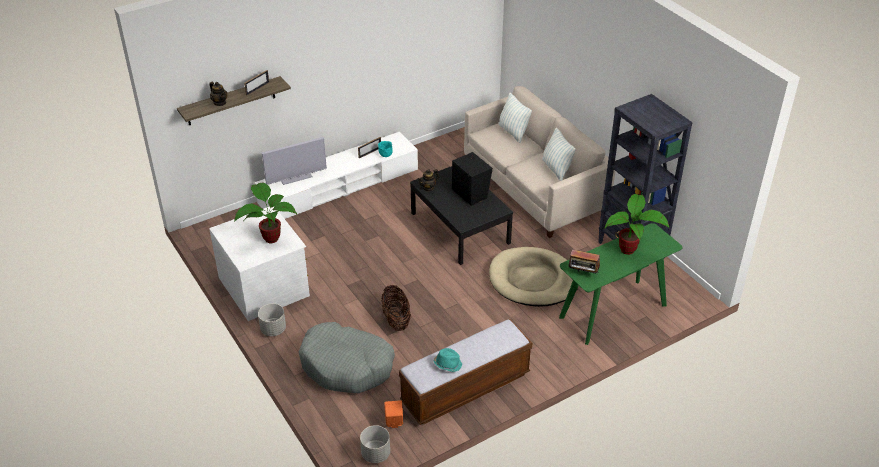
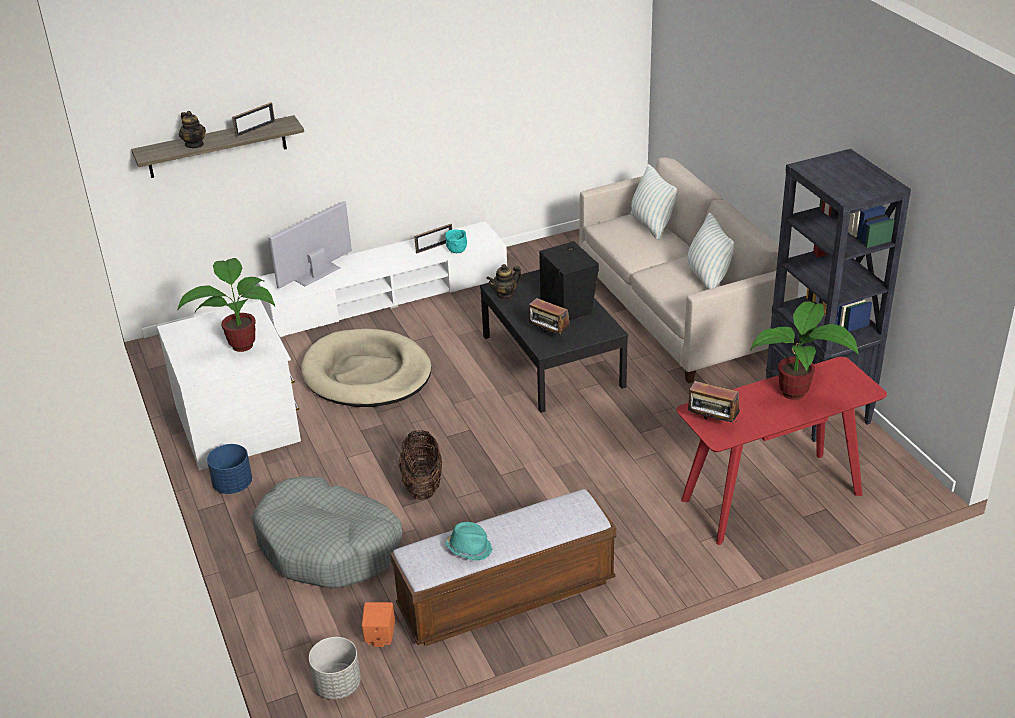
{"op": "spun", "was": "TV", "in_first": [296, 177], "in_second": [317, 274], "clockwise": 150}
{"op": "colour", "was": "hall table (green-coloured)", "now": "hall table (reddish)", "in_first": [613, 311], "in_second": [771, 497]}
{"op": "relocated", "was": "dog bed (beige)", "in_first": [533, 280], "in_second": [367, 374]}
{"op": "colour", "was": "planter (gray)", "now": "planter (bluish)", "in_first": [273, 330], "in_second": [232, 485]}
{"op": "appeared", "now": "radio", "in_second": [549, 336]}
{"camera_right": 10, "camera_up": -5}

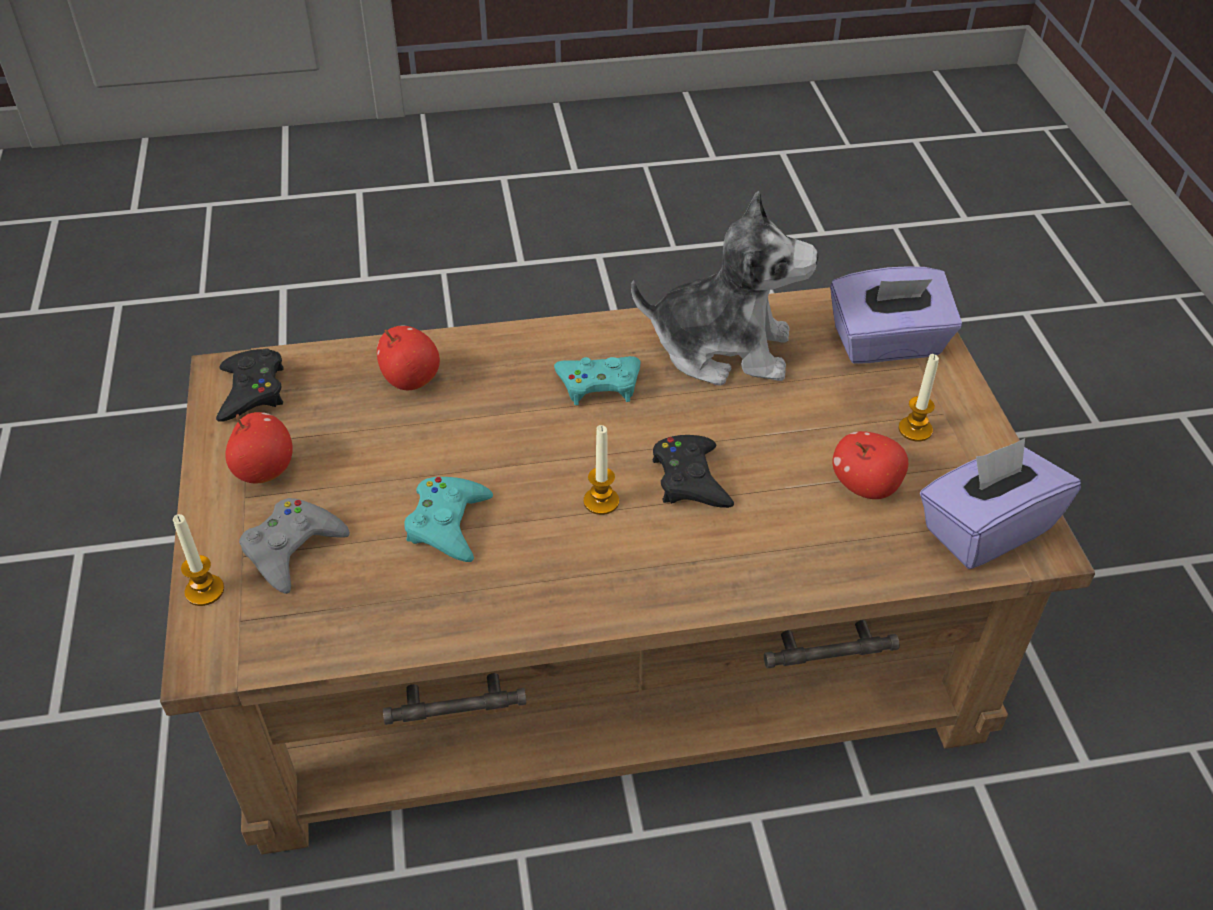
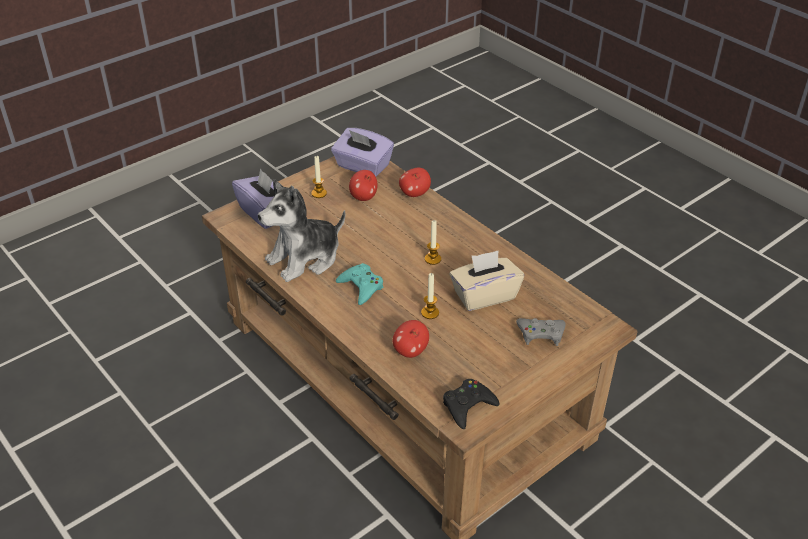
{"op": "spun", "was": "soft toy", "in_first": [722, 348], "in_second": [305, 259], "clockwise": -105}
{"op": "relocated", "was": "apple", "in_first": [264, 470], "in_second": [414, 193]}
{"op": "missing", "was": "game controller (blackish)", "in_first": [690, 479]}
{"op": "exchanged", "was": "game controller (blue-green)", "now": "box of tissues (beige)", "in_first": [448, 524], "in_second": [484, 295]}
{"op": "relocated", "was": "wax candle", "in_first": [204, 591], "in_second": [430, 313]}
{"camera_right": -120, "camera_up": -5}

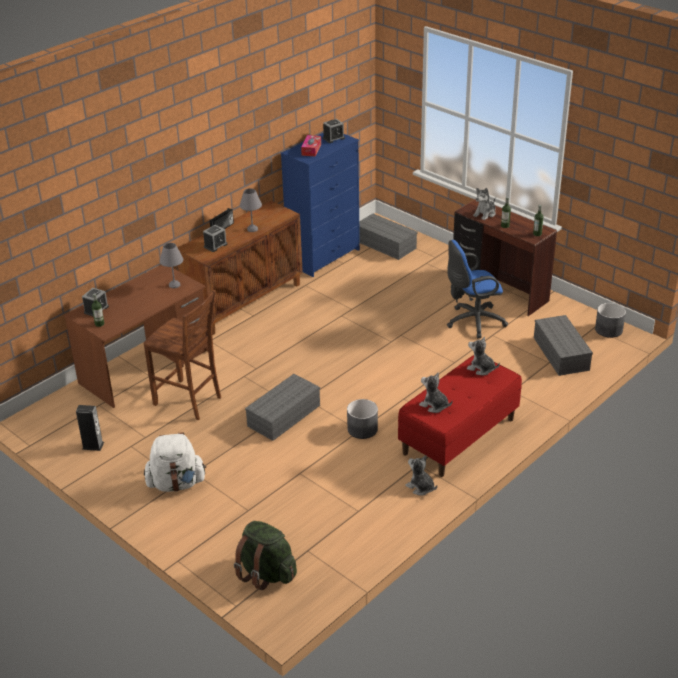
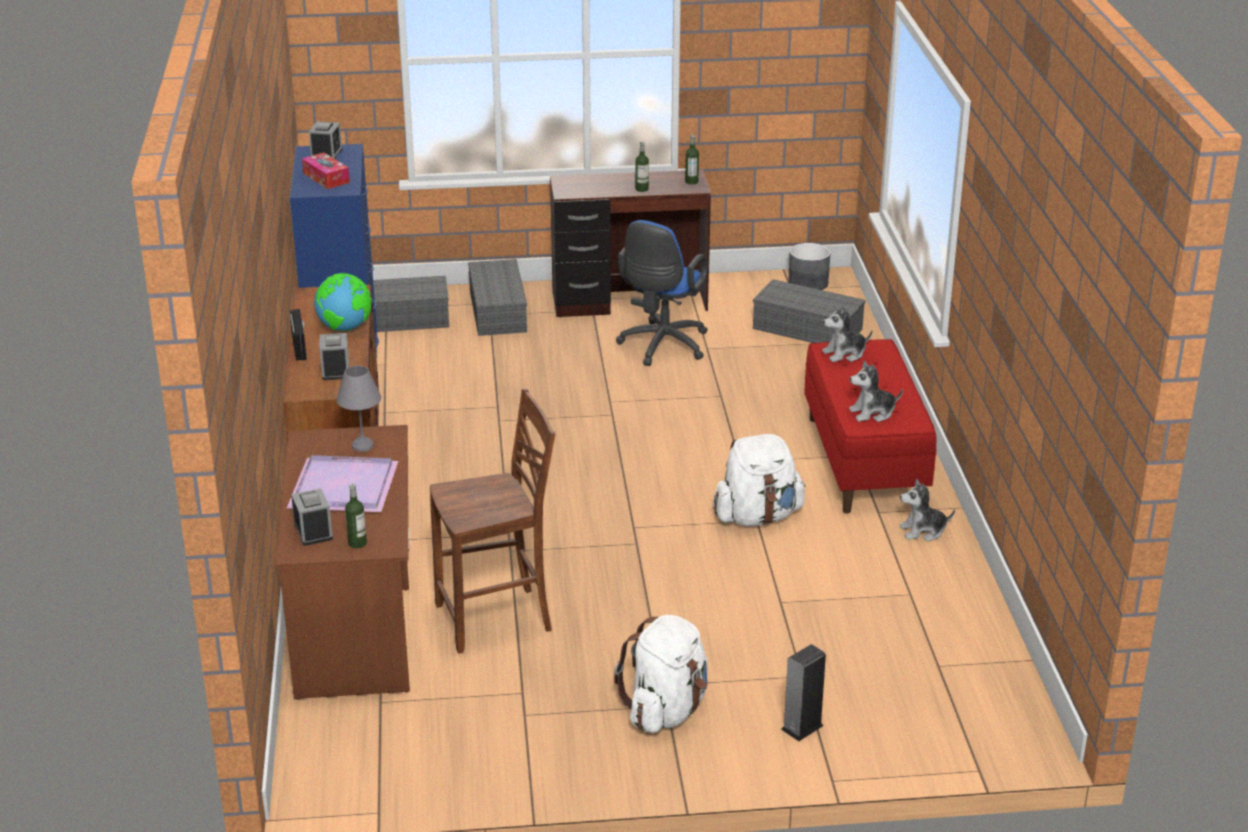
{"op": "exchanged", "was": "tabletop lamp (gray)", "now": "world globe", "in_first": [253, 229], "in_second": [345, 328]}
{"op": "missing", "was": "soft toy", "in_first": [485, 214]}
{"op": "relocated", "was": "storage box (gray)", "in_first": [284, 415], "in_second": [496, 310]}
{"op": "exchanged", "was": "planter (gray)", "now": "knapsack (whitish)", "in_first": [362, 429], "in_second": [757, 516]}
{"op": "relocated", "was": "speaker", "in_first": [93, 445], "in_second": [802, 727]}
{"op": "missing", "was": "knapsack (green-coloured)", "in_first": [266, 573]}
{"op": "appeared", "now": "tray (purple)", "in_second": [345, 489]}
{"camera_right": -50, "camera_up": -5}

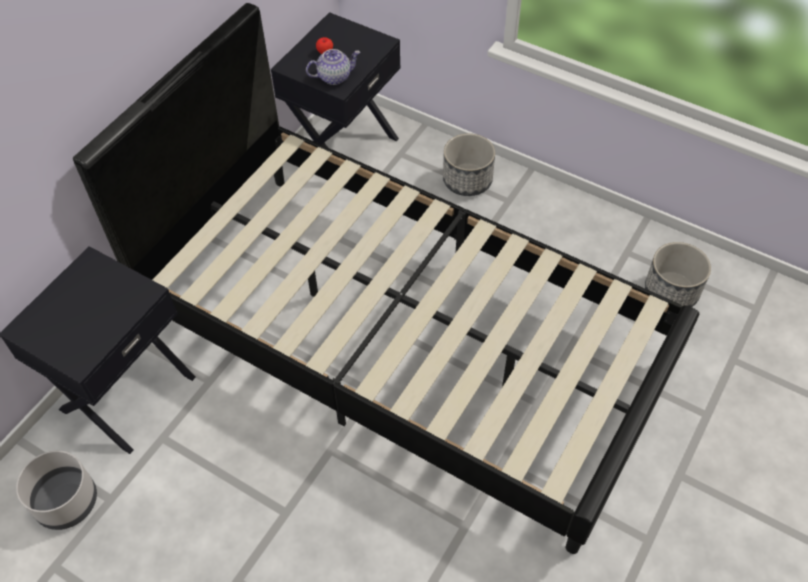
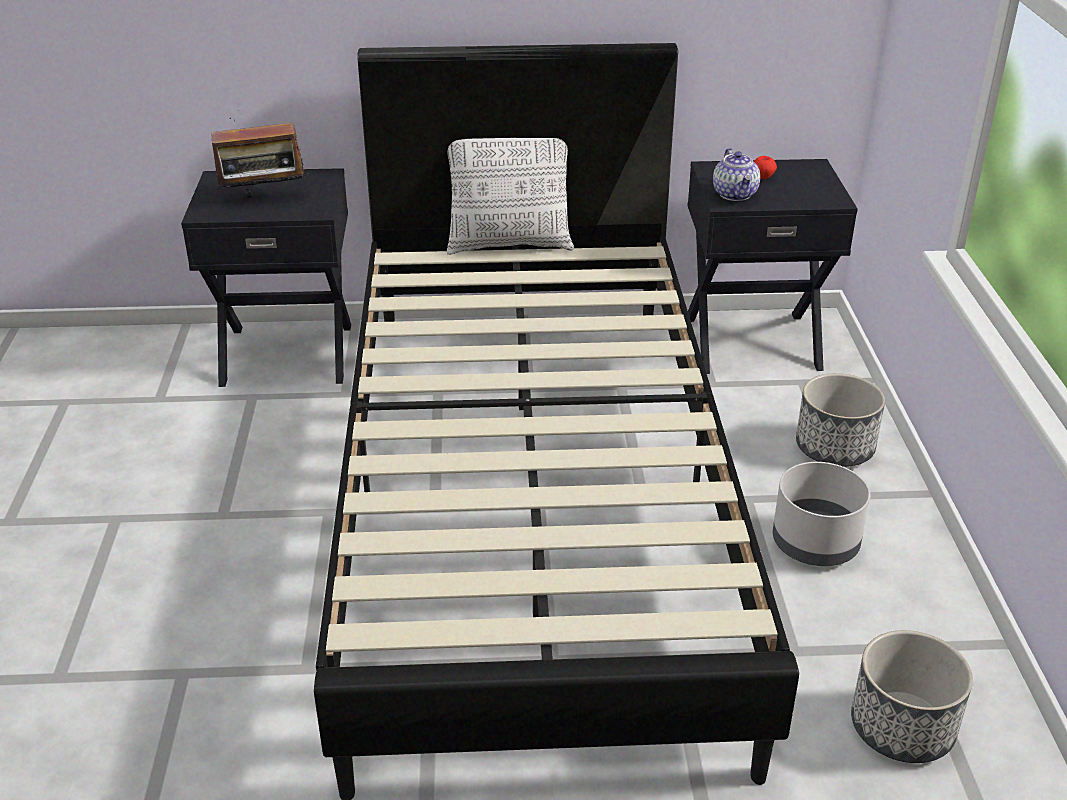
{"op": "spun", "was": "tea pot", "in_first": [334, 77], "in_second": [735, 194], "clockwise": 45}
{"op": "relocated", "was": "planter (gray)", "in_first": [66, 501], "in_second": [815, 543]}
{"op": "appeared", "now": "radio", "in_second": [264, 199]}
{"op": "appeared", "now": "cushion", "in_second": [509, 244]}
{"camera_right": 55, "camera_up": -20}

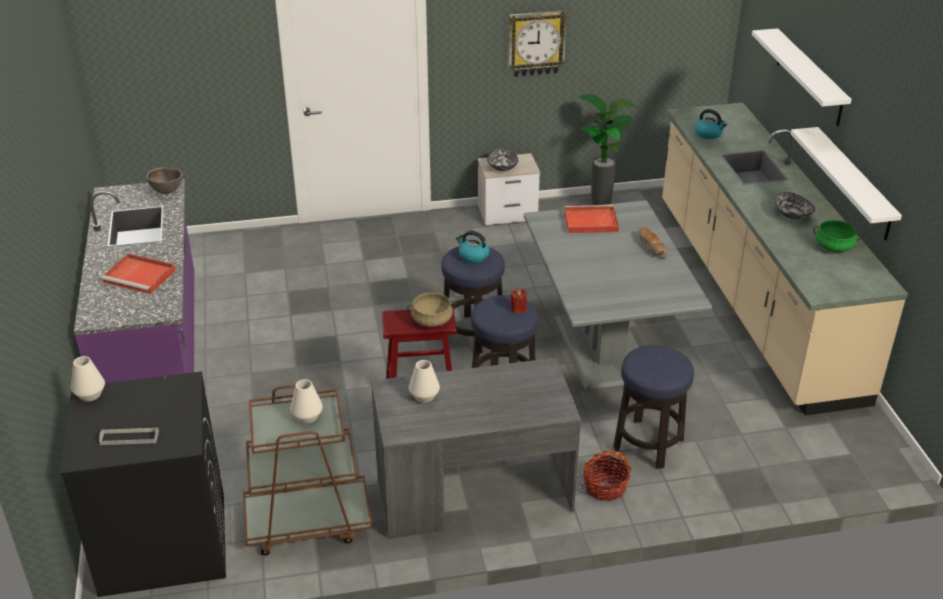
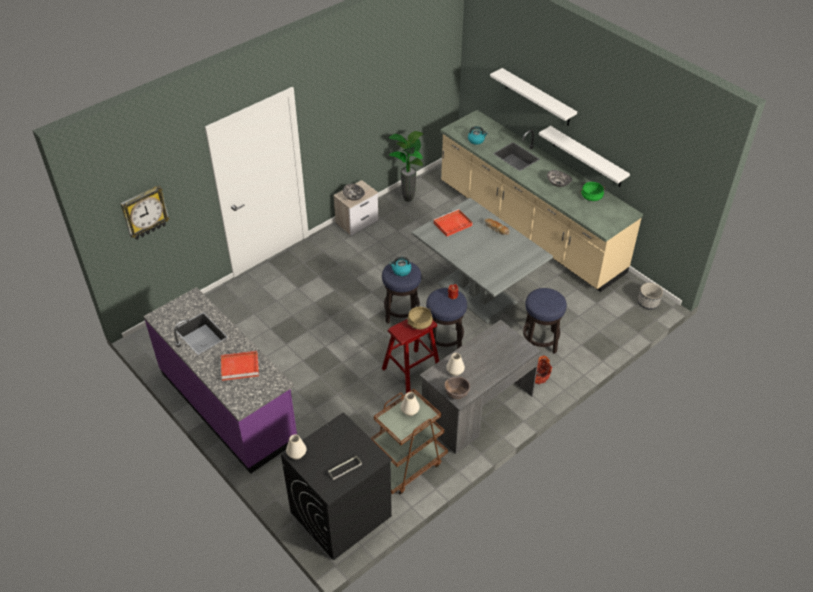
{"op": "relocated", "was": "hanging clock", "in_first": [536, 43], "in_second": [144, 212]}
{"op": "relocated", "was": "serving bowl (brownish)", "in_first": [167, 192], "in_second": [456, 395]}
{"op": "appeared", "now": "planter", "in_second": [648, 303]}
{"camera_right": -30, "camera_up": 10}

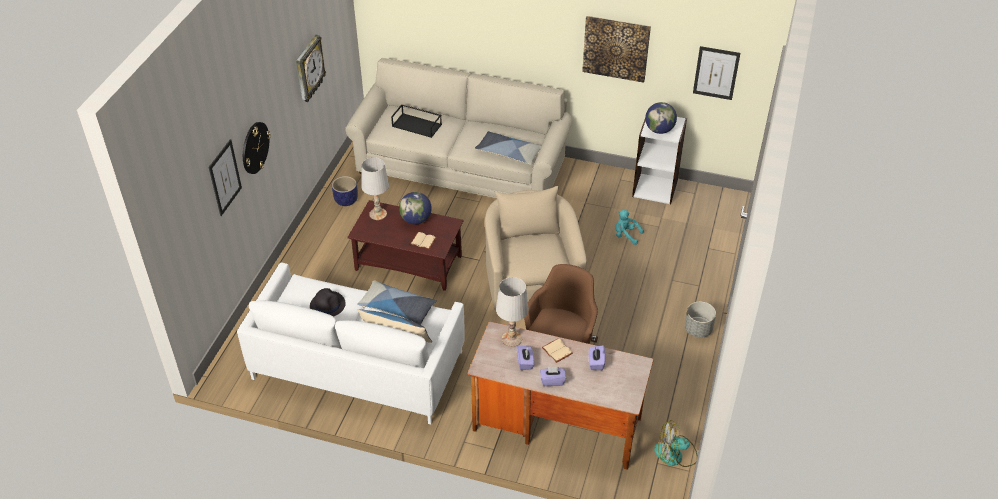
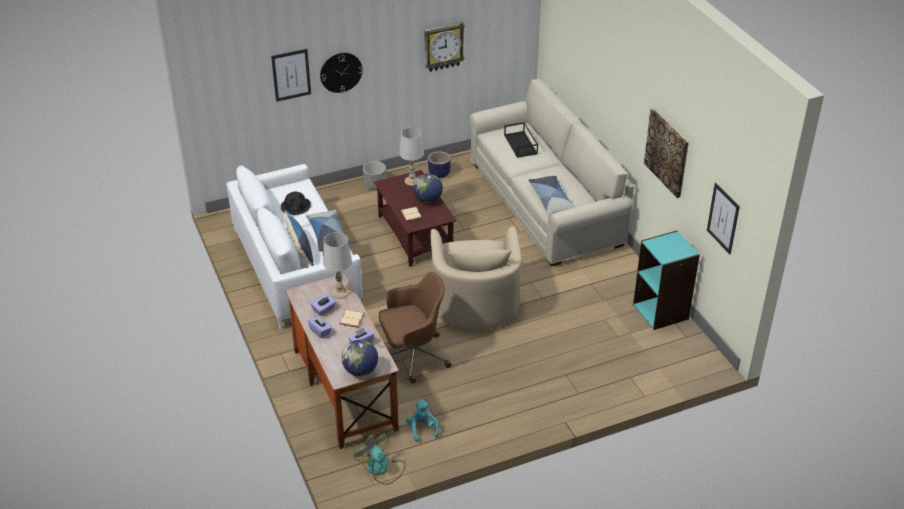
{"op": "relocated", "was": "world globe", "in_first": [659, 130], "in_second": [360, 370]}
{"op": "colour", "was": "bookshelf (whitish)", "now": "bookshelf (blue-green)", "in_first": [655, 188], "in_second": [661, 311]}
{"op": "spun", "was": "armchair (beige)", "in_first": [532, 277], "in_second": [475, 299], "clockwise": 135}
{"op": "relocated", "was": "soft toy (blue-green)", "in_first": [626, 235], "in_second": [422, 429]}
{"op": "relocated", "was": "planter (gray)", "in_first": [698, 329], "in_second": [375, 185]}
{"camera_right": 50, "camera_up": -5}

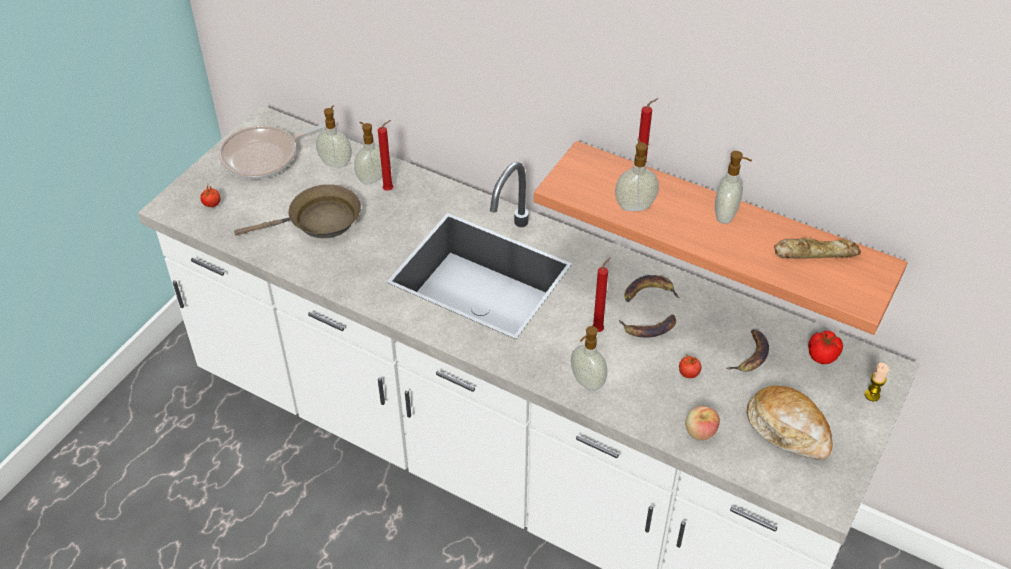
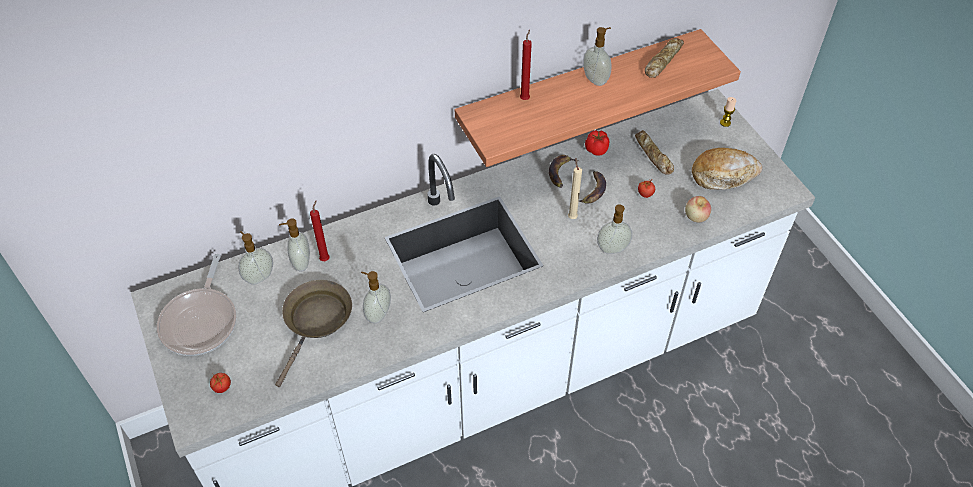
{"op": "relocated", "was": "soap bottle", "in_first": [634, 205], "in_second": [377, 314]}
{"op": "colour", "was": "wax candle (reddish)", "now": "wax candle (beige)", "in_first": [599, 329], "in_second": [572, 216]}
{"op": "exchanged", "was": "whole banana", "now": "bakery bread", "in_first": [750, 354], "in_second": [653, 156]}
{"op": "relocated", "was": "tomato", "in_first": [823, 355], "in_second": [597, 149]}
{"camera_right": -55, "camera_up": 5}

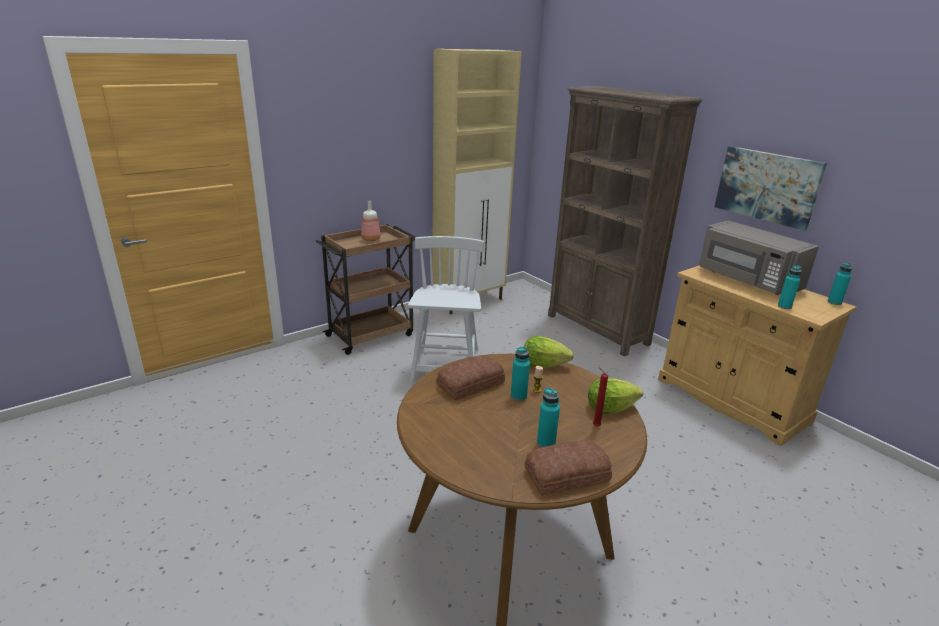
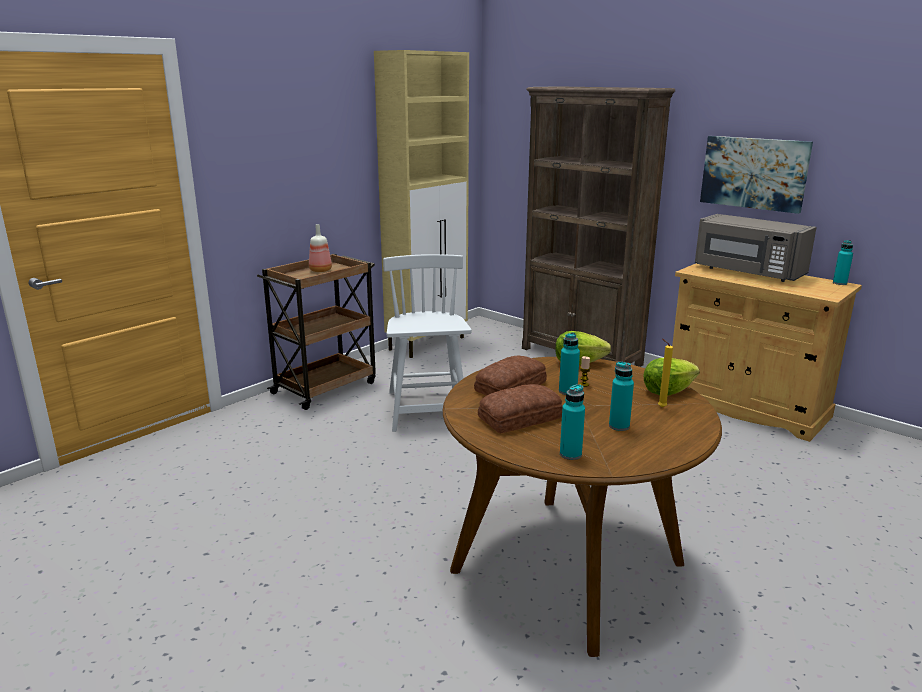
{"op": "relocated", "was": "bottle (blue-green)", "in_first": [784, 306], "in_second": [570, 454]}
{"op": "colour", "was": "wax candle (reddish)", "now": "wax candle (yellow-coloured)", "in_first": [595, 426], "in_second": [660, 407]}
{"op": "relocated", "was": "bakery bread", "in_first": [568, 476], "in_second": [522, 418]}
{"camera_right": -10, "camera_up": -5}

